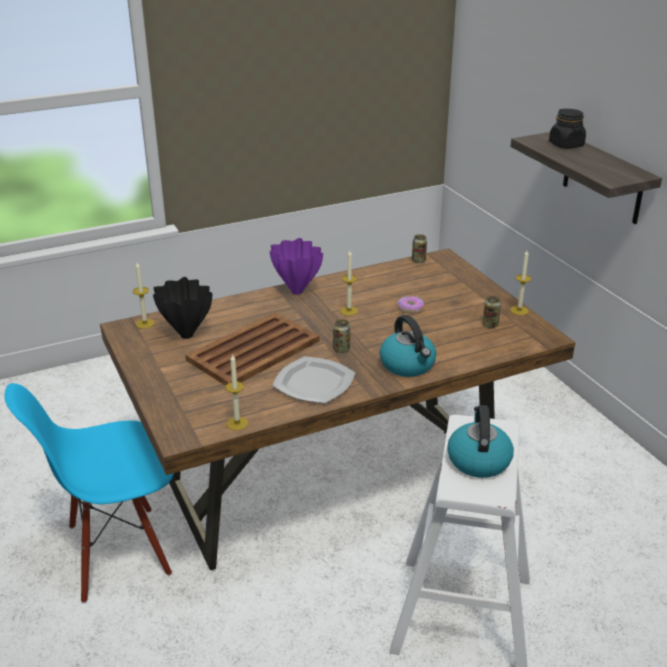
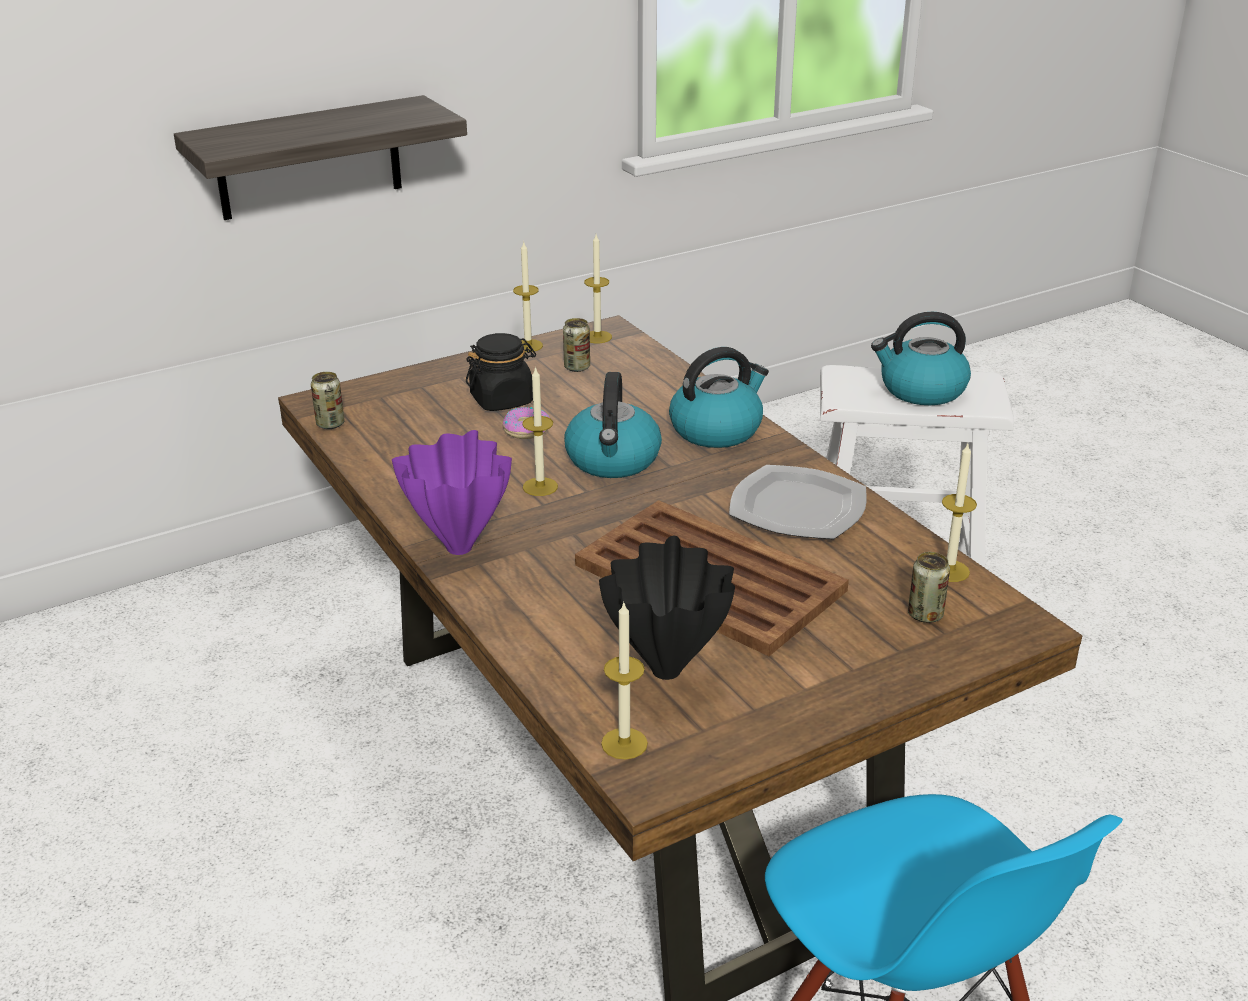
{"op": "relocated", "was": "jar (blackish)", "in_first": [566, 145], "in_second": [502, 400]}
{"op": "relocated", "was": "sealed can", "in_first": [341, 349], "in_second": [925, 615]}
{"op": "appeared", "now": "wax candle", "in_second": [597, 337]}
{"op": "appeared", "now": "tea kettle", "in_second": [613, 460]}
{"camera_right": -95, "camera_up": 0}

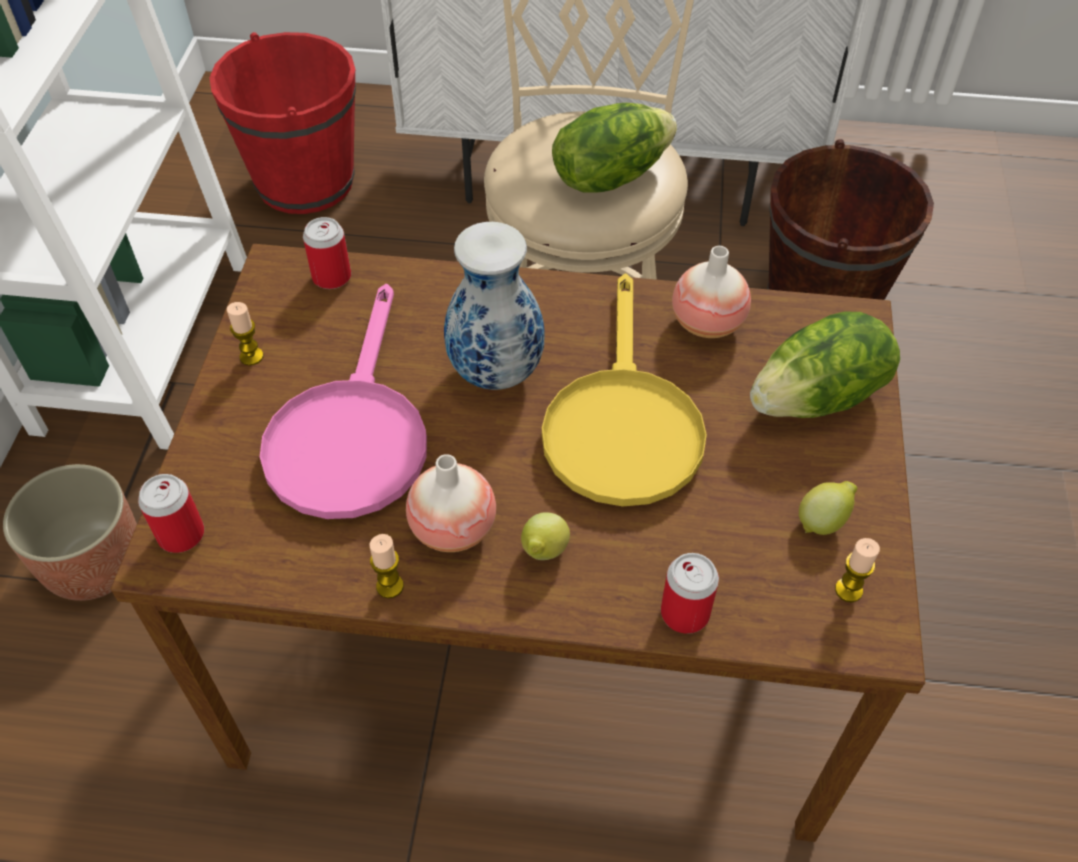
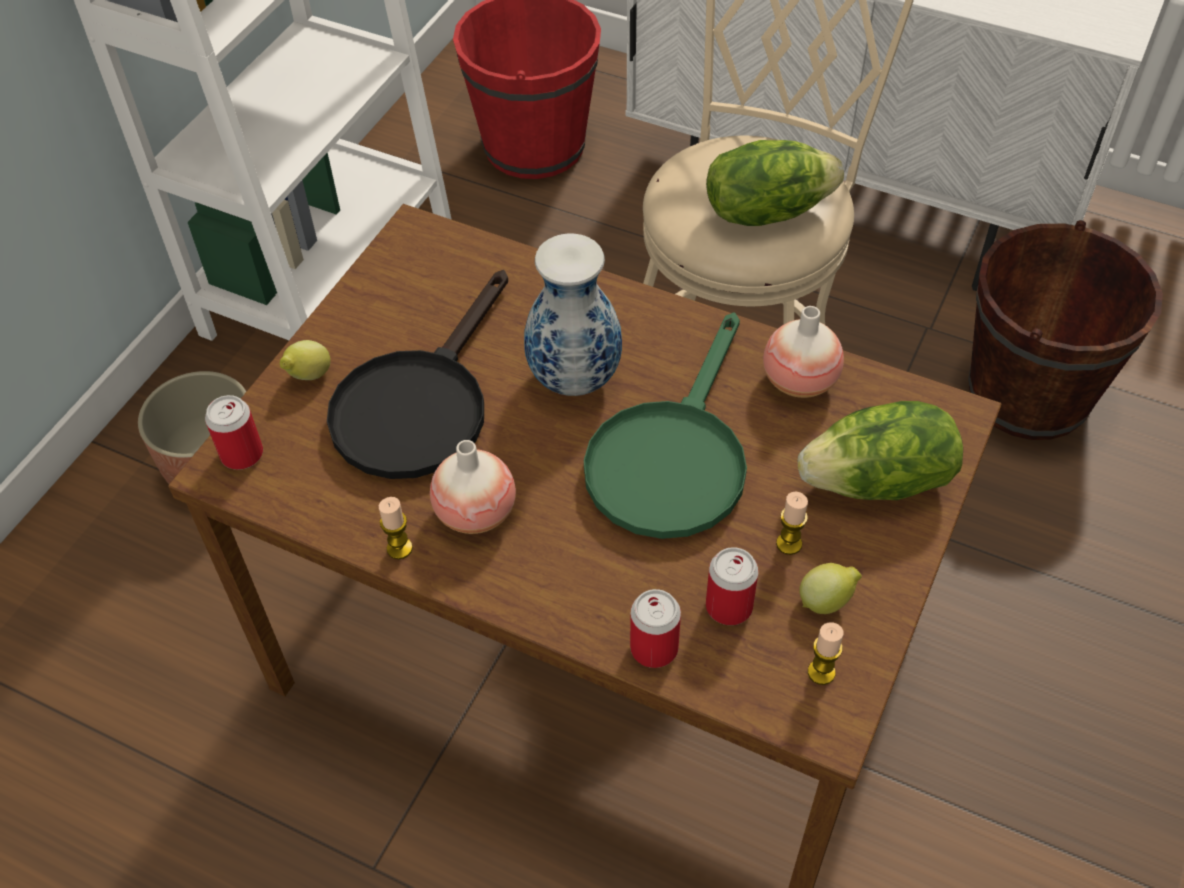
{"op": "relocated", "was": "sealed can", "in_first": [332, 277], "in_second": [729, 606]}
{"op": "colour", "was": "pan (yellow-coloured)", "now": "pan (green-coloured)", "in_first": [621, 423], "in_second": [672, 457]}
{"op": "colour", "was": "pan (pink)", "now": "pan (blackish)", "in_first": [350, 435], "in_second": [419, 404]}
{"op": "relocated", "was": "wax candle", "in_first": [251, 356], "in_second": [789, 544]}
{"op": "relocated", "was": "citrus fruit", "in_first": [543, 552], "in_second": [308, 376]}
{"camera_right": 20, "camera_up": 0}

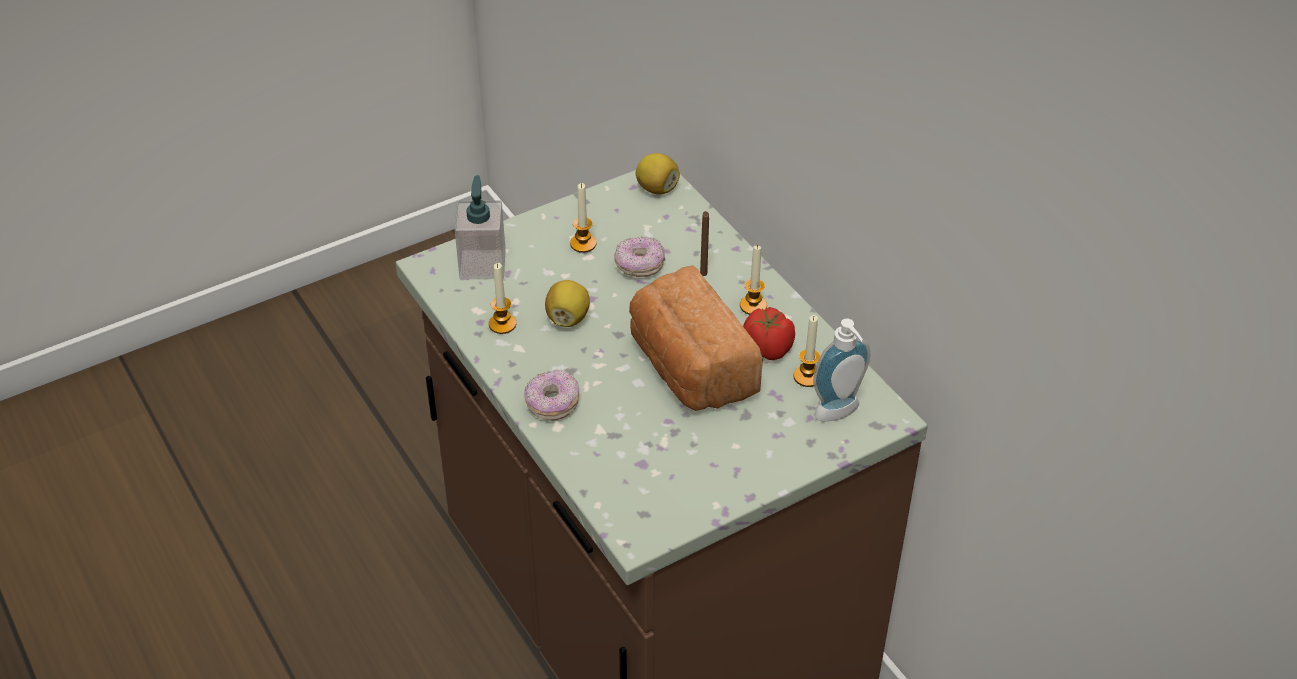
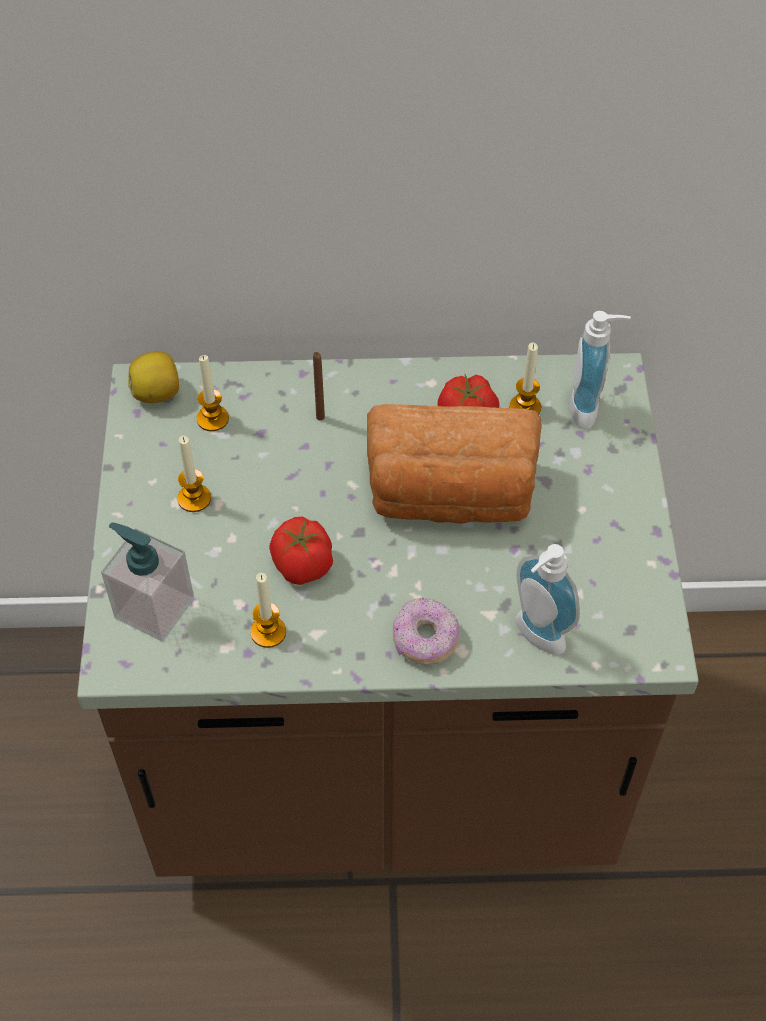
{"op": "missing", "was": "doughnut", "in_first": [639, 266]}
{"op": "relocated", "was": "wax candle", "in_first": [753, 306], "in_second": [212, 419]}
{"op": "exchanged", "was": "citrus fruit", "now": "tomato", "in_first": [568, 318], "in_second": [302, 566]}
{"op": "appeared", "now": "soap bottle", "in_second": [535, 638]}
{"camera_right": -60, "camera_up": 10}

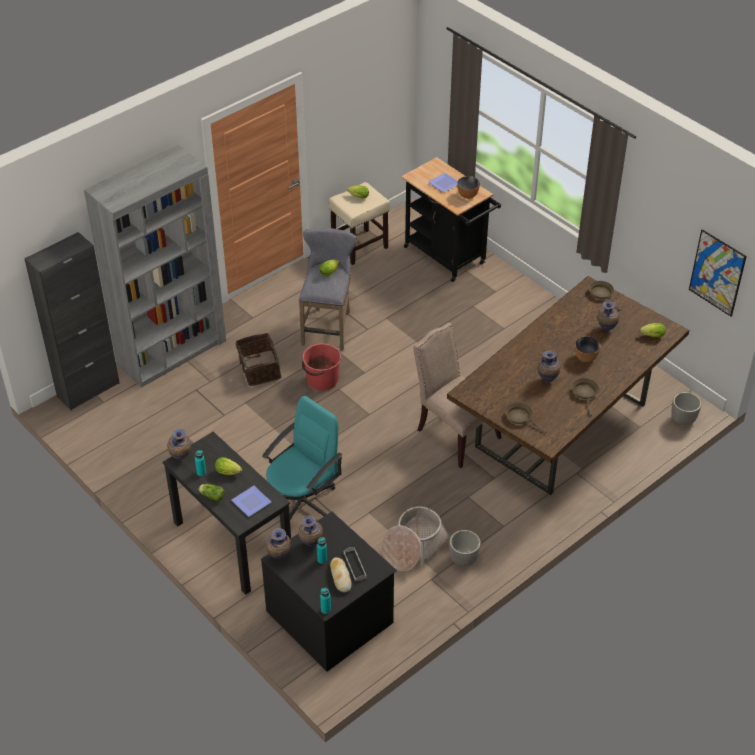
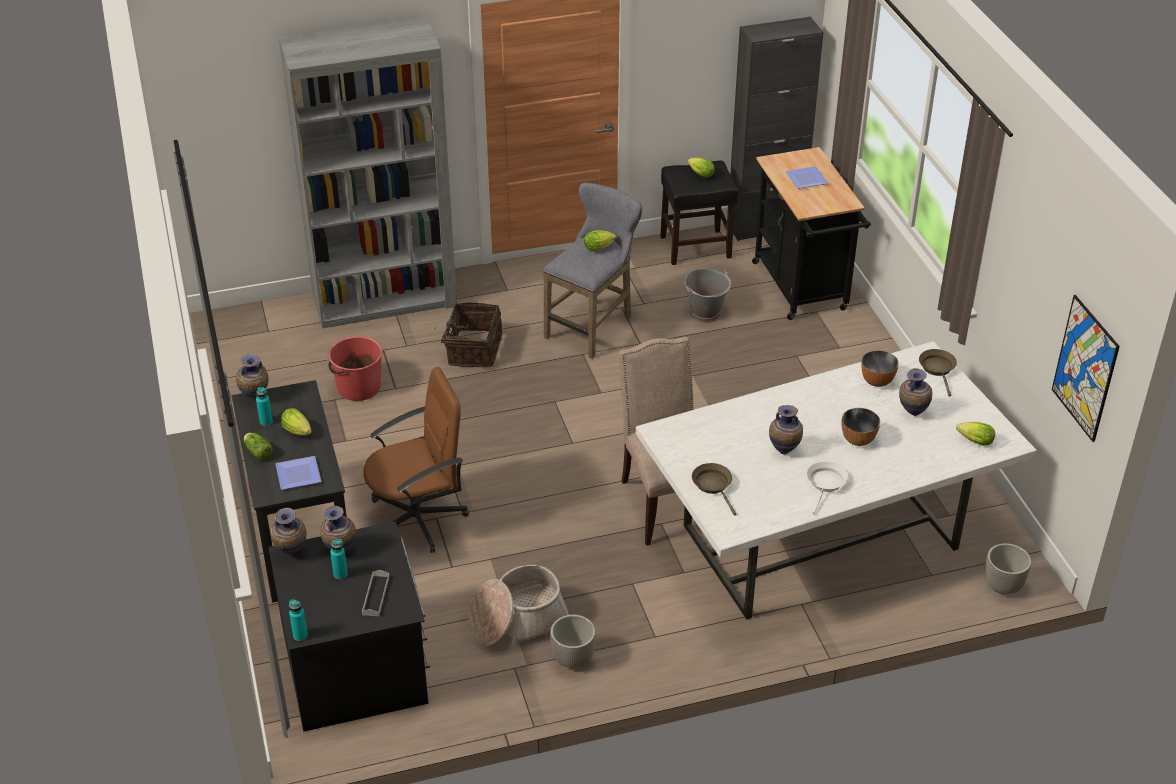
{"op": "relocated", "was": "serving bowl", "in_first": [468, 195], "in_second": [877, 381]}
{"op": "colour", "was": "stool seat (beige)", "now": "stool seat (blackish)", "in_first": [360, 246], "in_second": [696, 247]}
{"op": "relocated", "was": "storage cabinet (blackish)", "in_first": [88, 390], "in_second": [765, 226]}
{"op": "colour", "was": "dining table (brownish)", "now": "dining table (whitish)", "in_first": [562, 424], "in_second": [822, 536]}
{"op": "relocated", "was": "pail (reddish)", "in_first": [322, 380], "in_second": [358, 387]}
{"op": "colour", "was": "pan (brownish)", "now": "pan (whitish)", "in_first": [585, 393], "in_second": [825, 484]}
{"op": "colour", "was": "desk chair (blue-green)", "now": "desk chair (brownish)", "in_first": [303, 502], "in_second": [418, 519]}
{"op": "missing", "was": "bakery bread", "in_first": [340, 577]}
{"op": "appeared", "now": "pail (gray)", "in_second": [705, 313]}
{"camera_right": 25, "camera_up": -5}

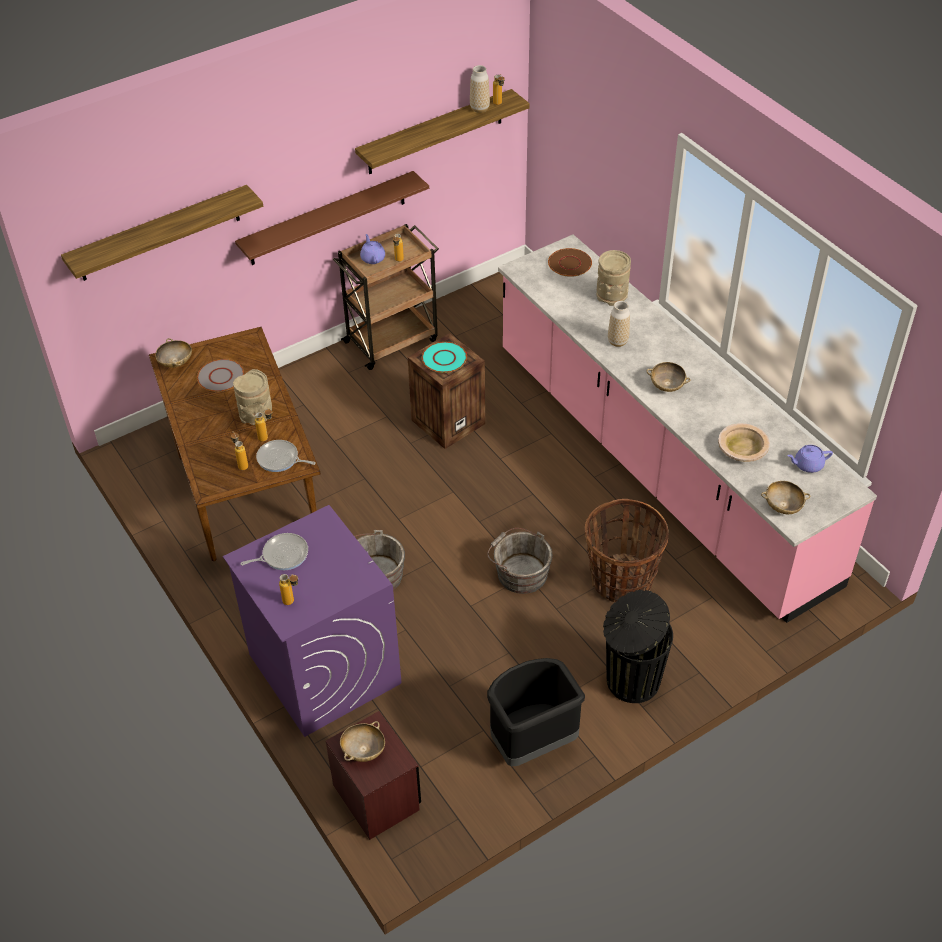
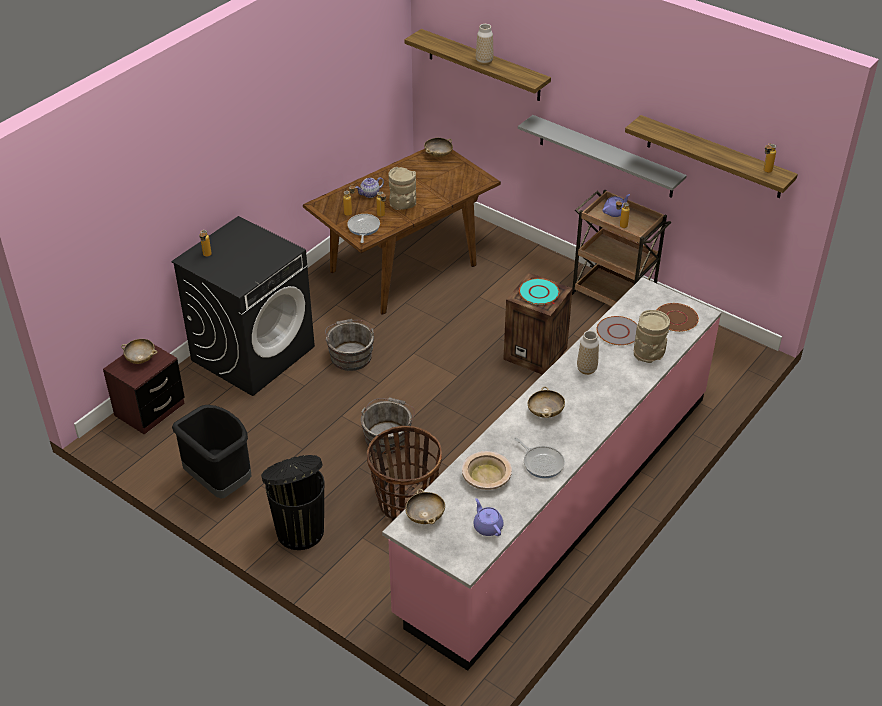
{"op": "relocated", "was": "decorative vase", "in_first": [479, 108], "in_second": [484, 62]}
{"op": "colour", "was": "wall shelf (brownish)", "now": "wall shelf (gray)", "in_first": [328, 219], "in_second": [606, 156]}
{"op": "relocated", "was": "dinner plate (gray)", "in_first": [221, 376], "in_second": [618, 332]}
{"op": "colour", "was": "laundry appliance (purple)", "now": "laundry appliance (blackish)", "in_first": [323, 668], "in_second": [253, 353]}
{"op": "relocated", "was": "pan", "in_first": [282, 555], "in_second": [541, 463]}
{"op": "appeared", "now": "tea pot", "in_second": [370, 194]}
{"camera_right": 70, "camera_up": -5}

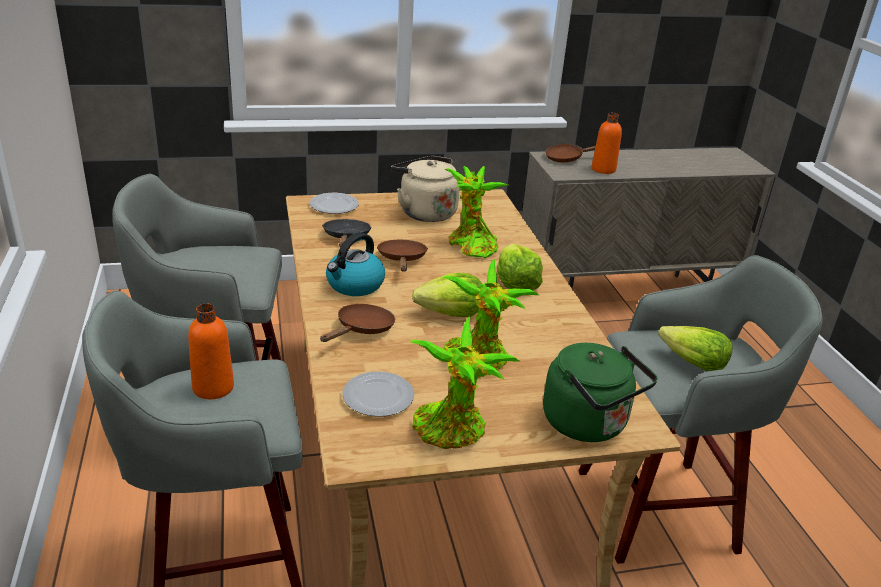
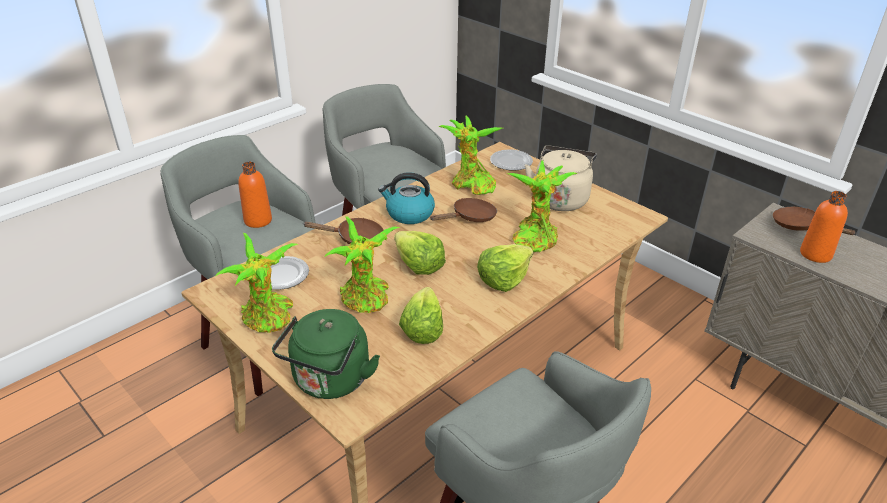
{"op": "exchanged", "was": "pan (blackish)", "now": "houseplant", "in_first": [346, 237], "in_second": [471, 185]}
{"op": "relocated", "was": "lettuce", "in_first": [692, 363], "in_second": [422, 328]}
{"camera_right": 60, "camera_up": 5}

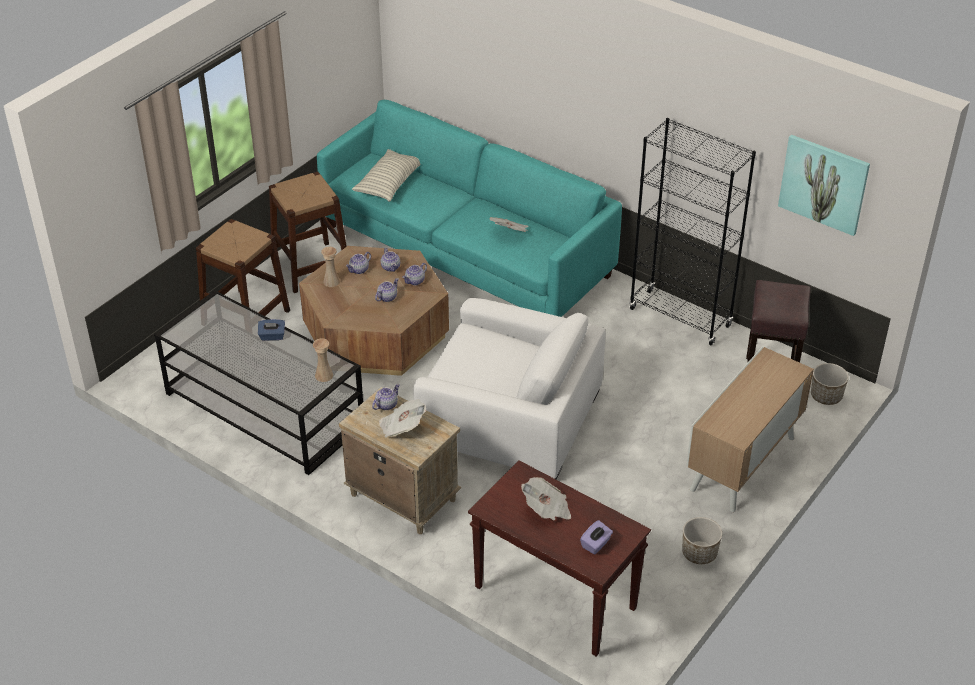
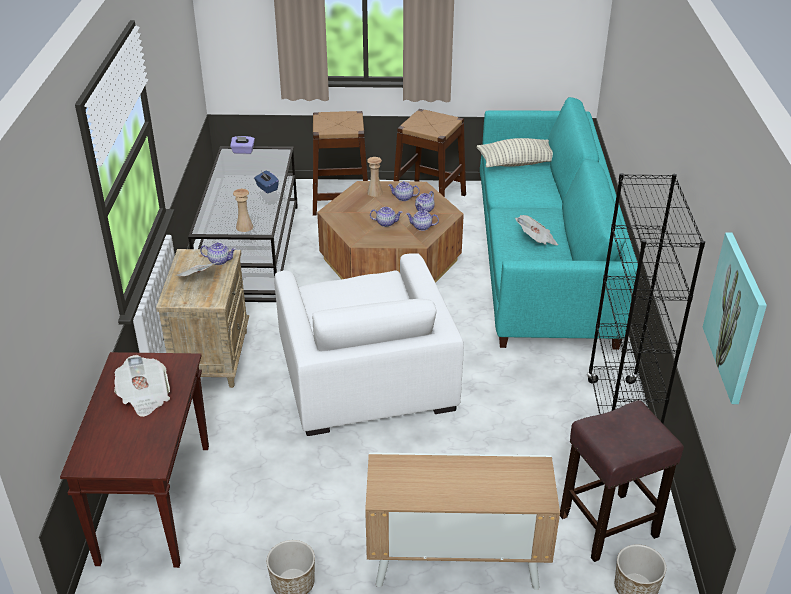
{"op": "relocated", "was": "box of tissues (purple)", "in_first": [596, 544], "in_second": [243, 151]}
{"camera_right": 55, "camera_up": -5}

